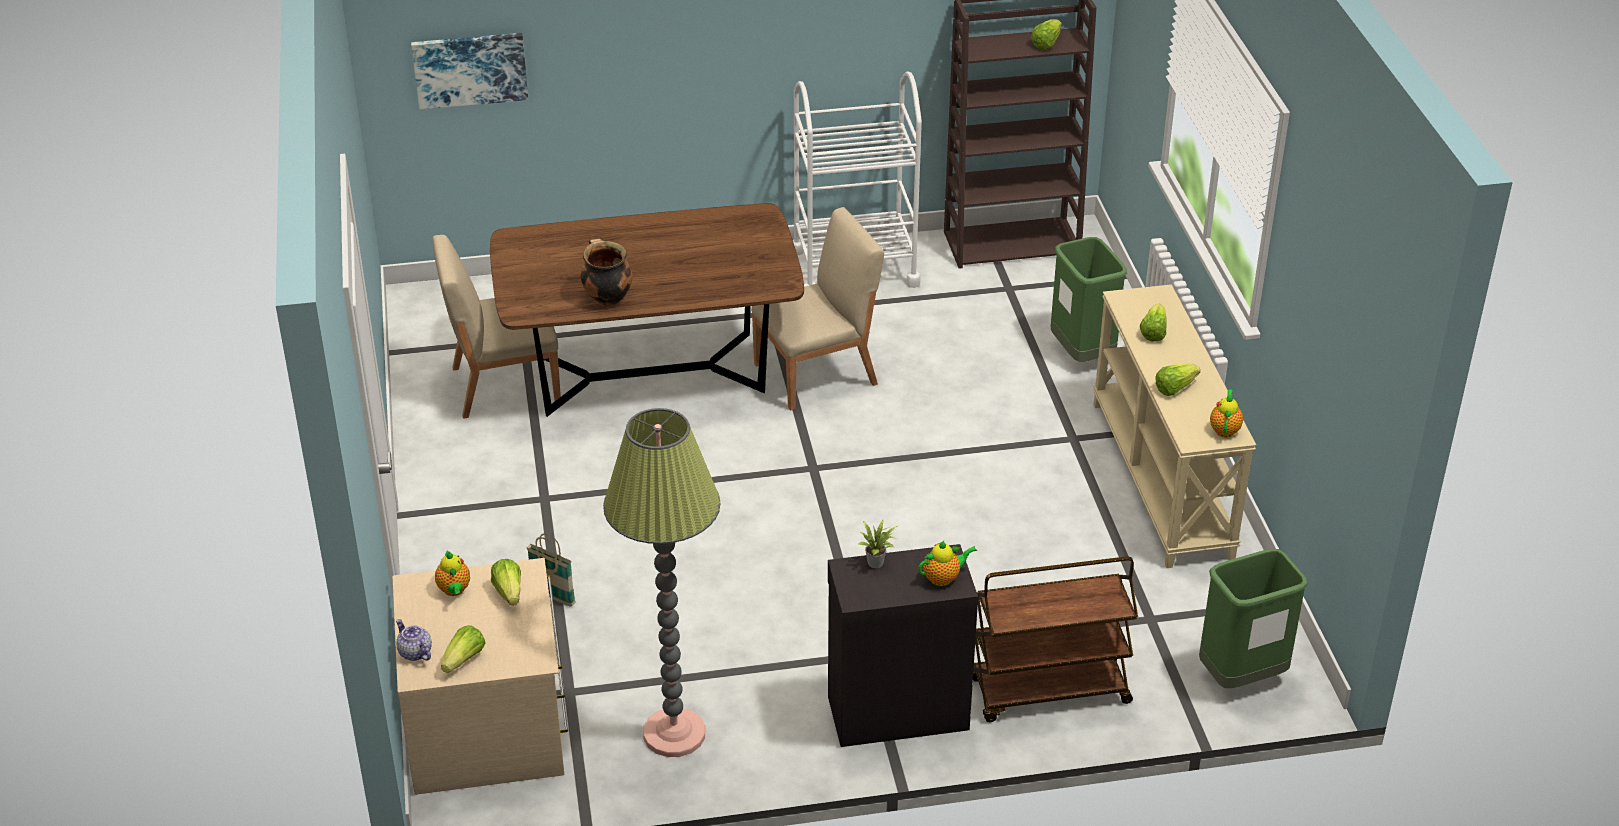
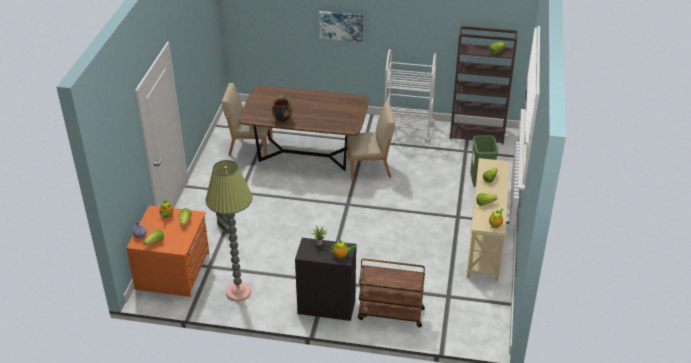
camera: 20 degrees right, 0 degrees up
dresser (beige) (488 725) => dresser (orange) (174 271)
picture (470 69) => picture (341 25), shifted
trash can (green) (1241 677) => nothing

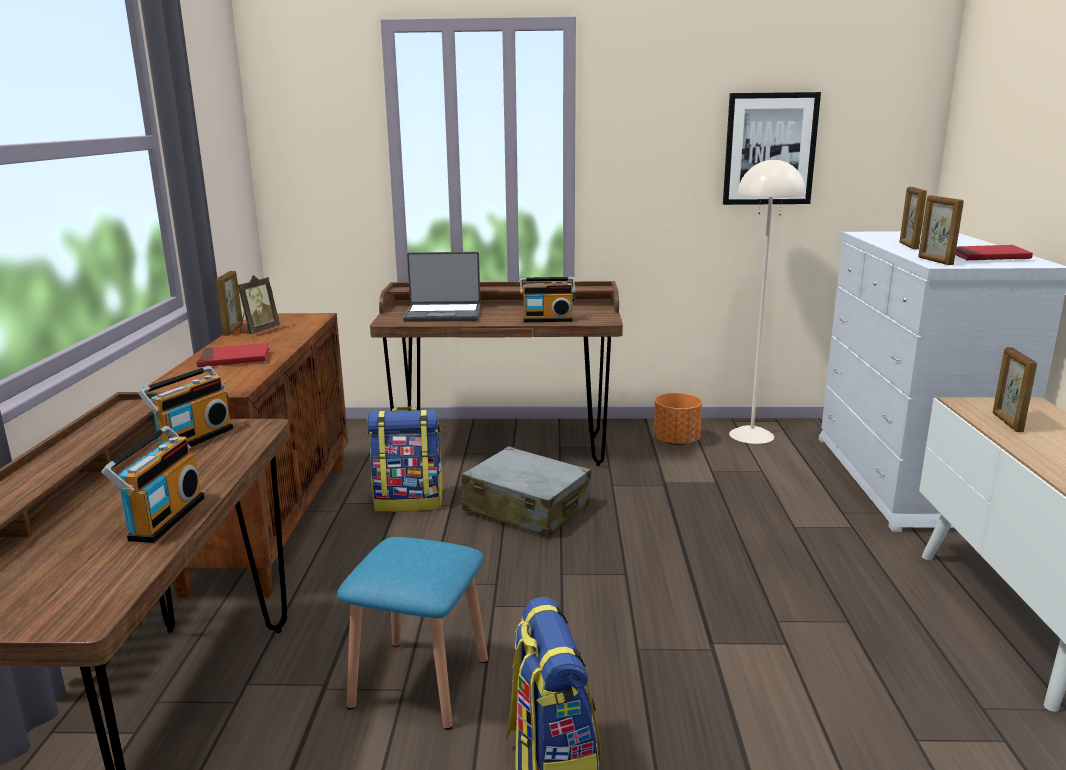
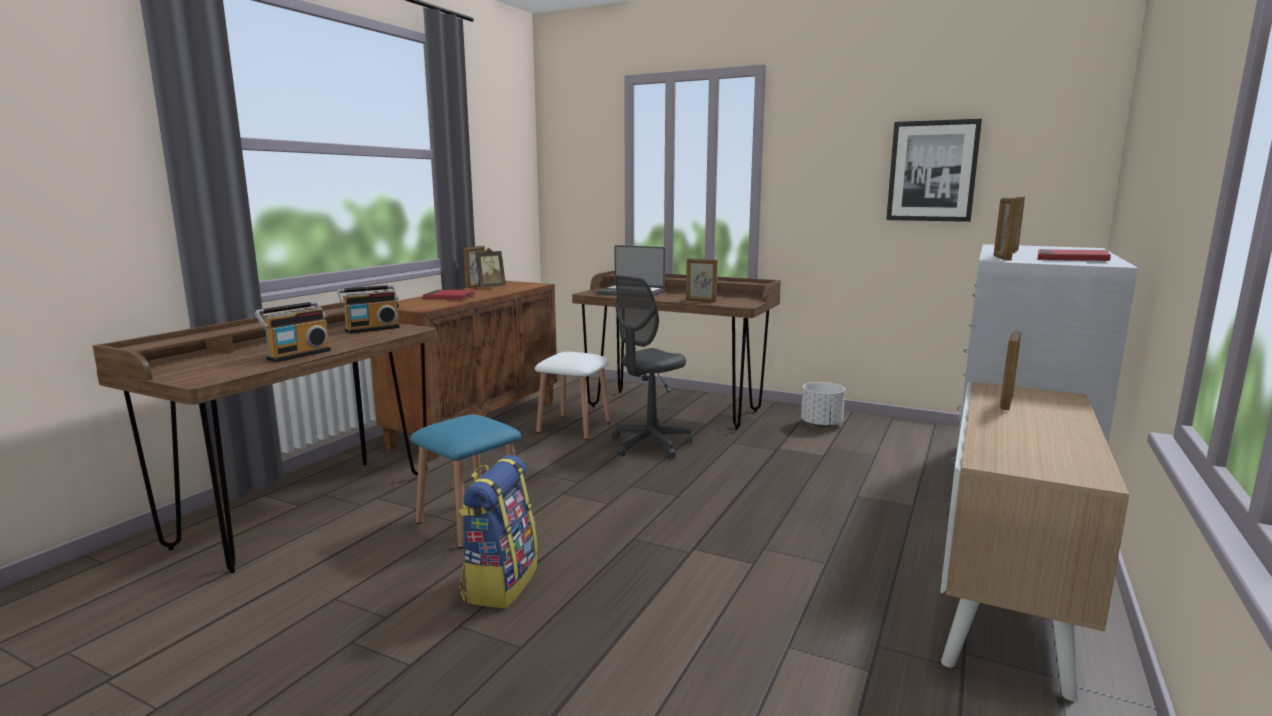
camera: 25 degrees right, 5 degrees down
backpack (409 501) => stool (white) (574 427)
suitcase (grey) (526 508) => office chair (grey) (650 445)
radio (547 319) => picture frame (700 301)
planter (orange) (676 441) => planter (white) (821 424)
floor lamp (beige) (752 435) => nothing

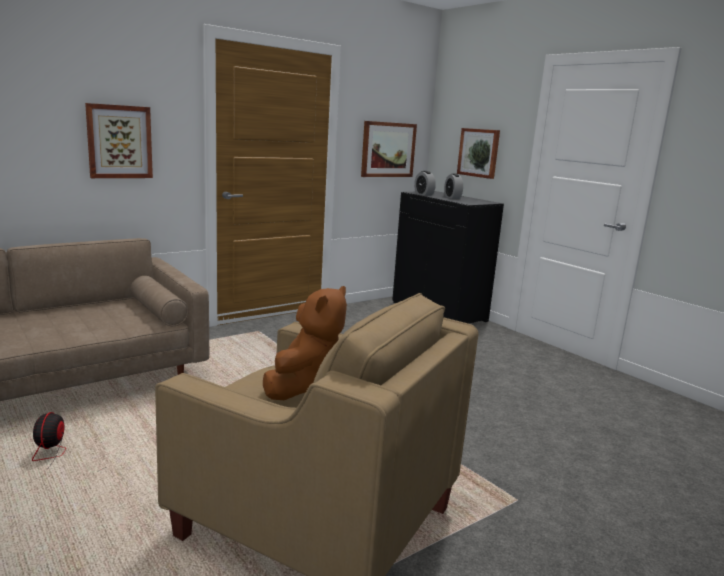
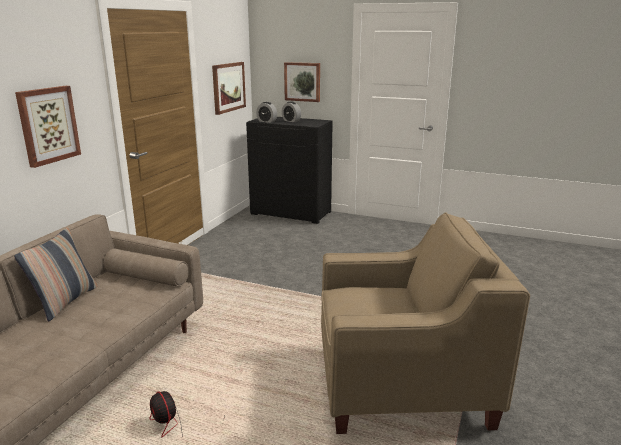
camera: 30 degrees left, 5 degrees up
nothing => pillow (65 302)
plush toy (brown) (305 387) => nothing

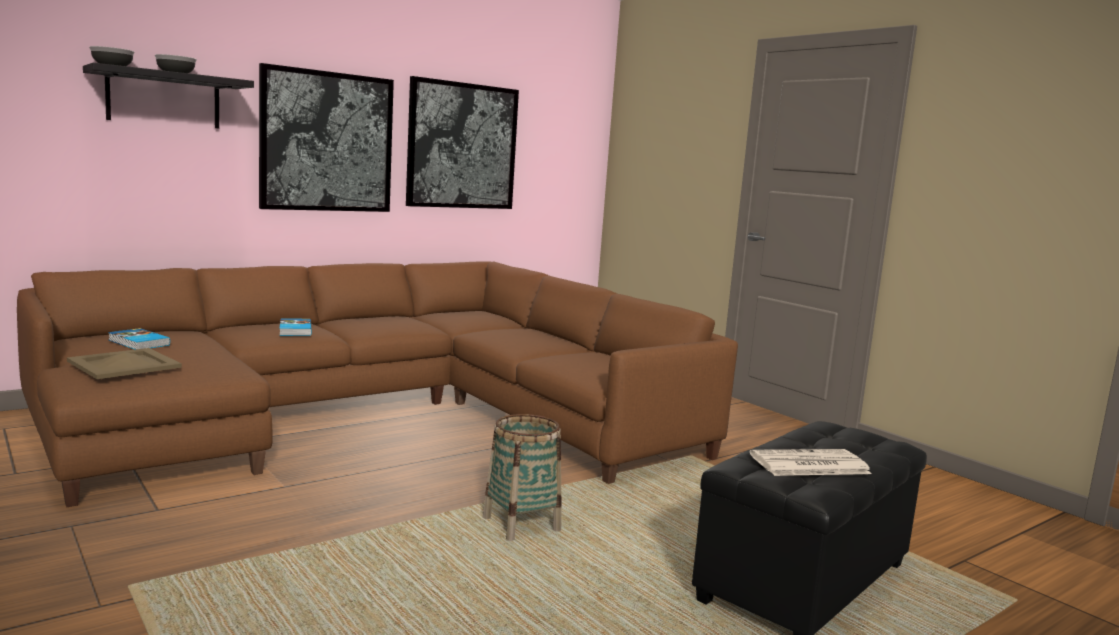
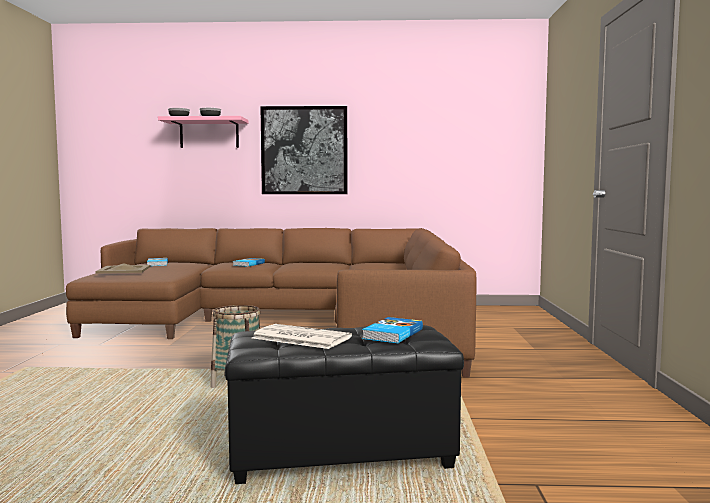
camera: 40 degrees right, 5 degrees down
shelf (black) (164 99) => shelf (pink) (209 134)
nothing => book (391 334)
picture (462 146) => nothing

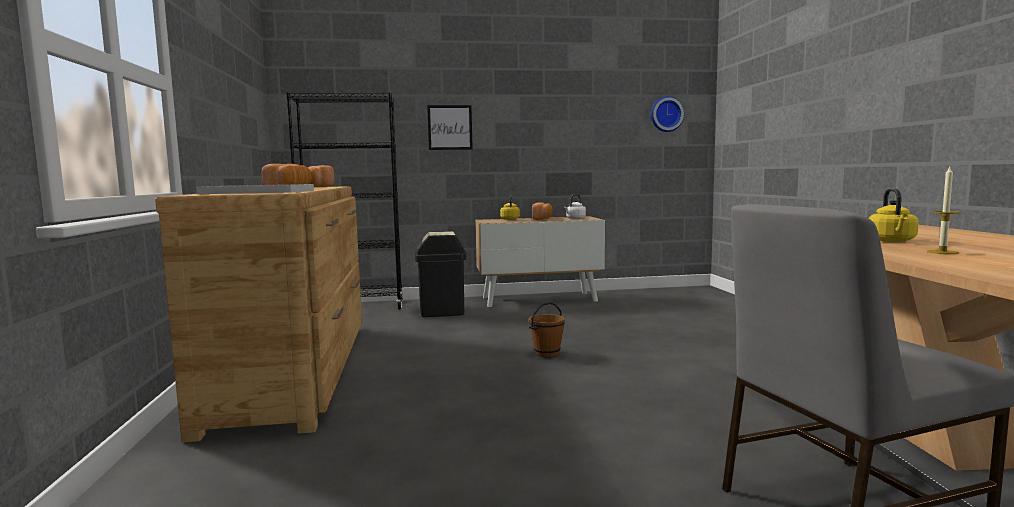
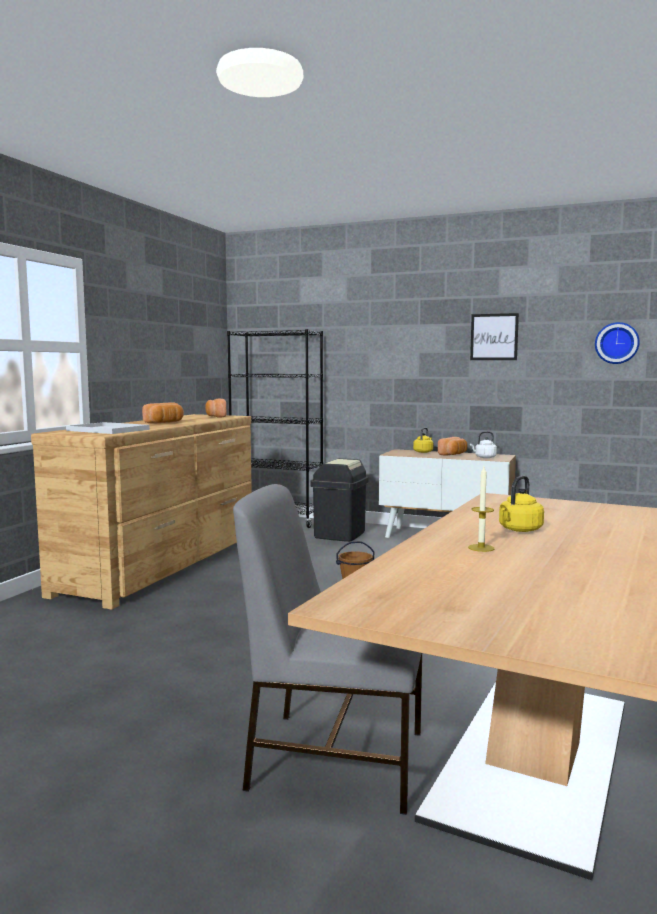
camera: 30 degrees right, 0 degrees up
picture (450 127) => picture (494 337), shifted

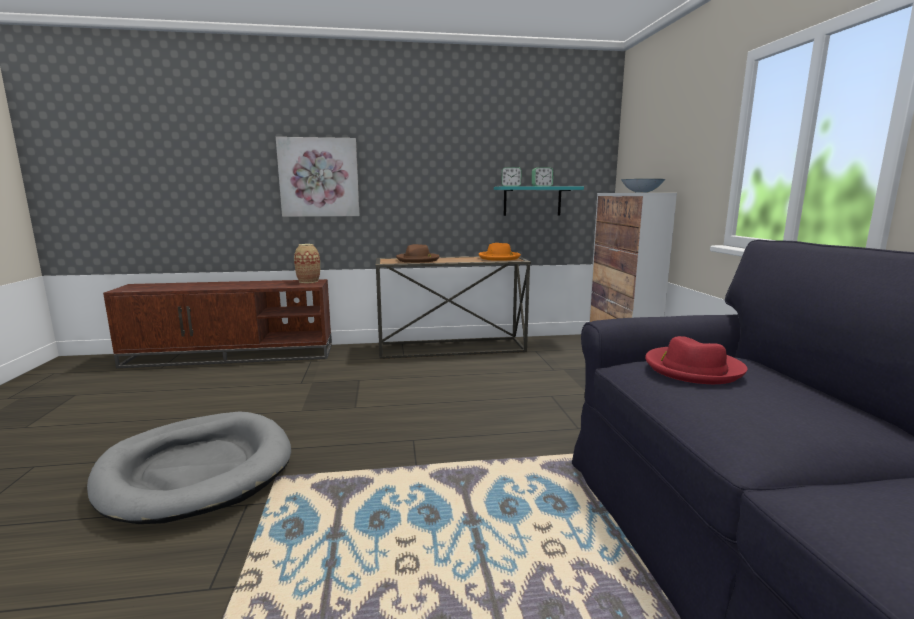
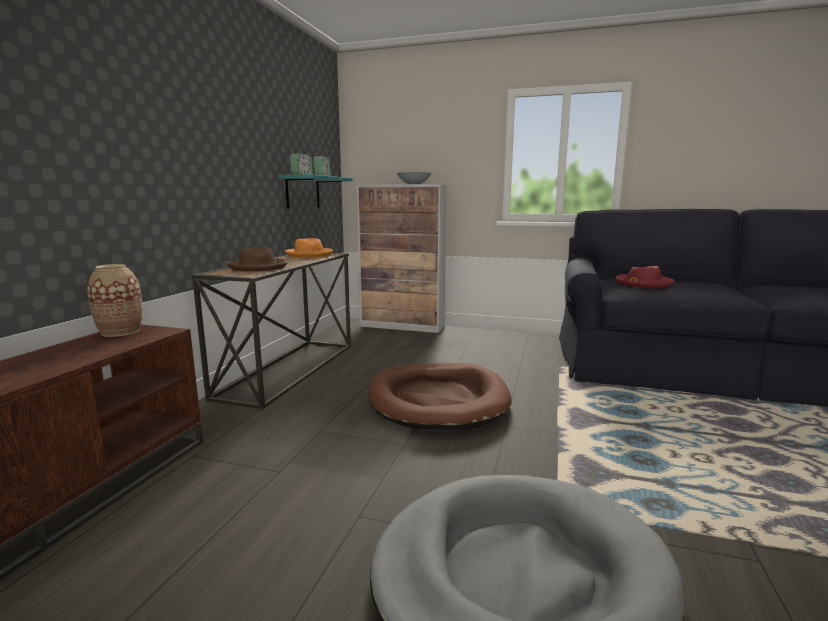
camera: 65 degrees left, 0 degrees up
nothing => dog bed (brown) (437 400)
picture (319 177) => nothing

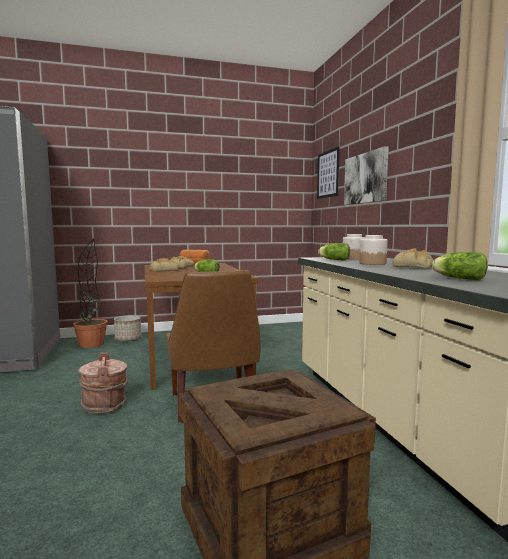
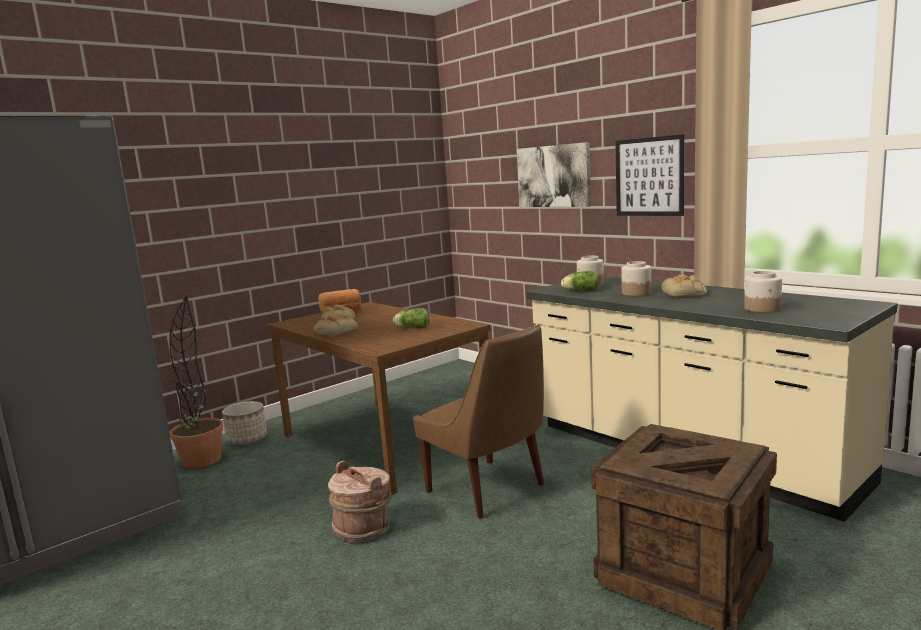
camera: 25 degrees left, 5 degrees up
picture (328 174) => picture (649 177), shifted
lettuce (458 278) => jar (762 308)

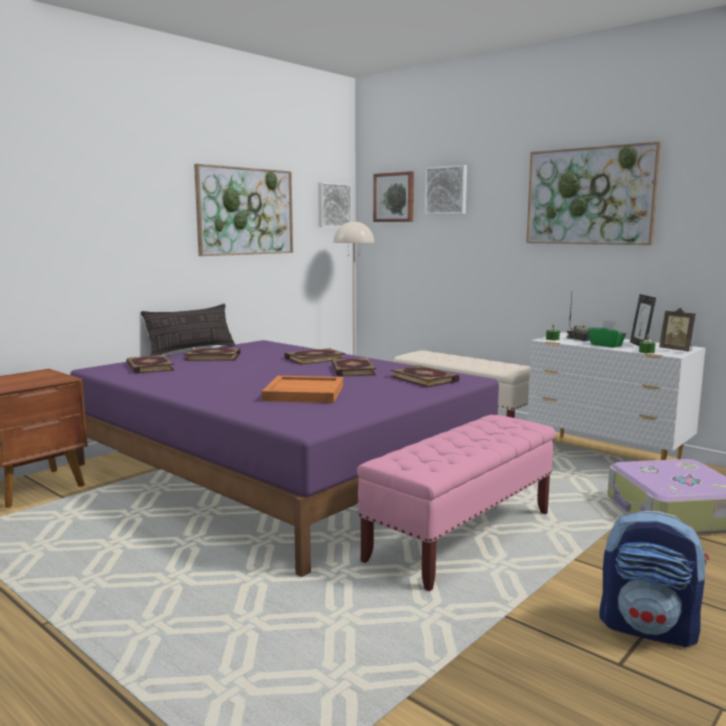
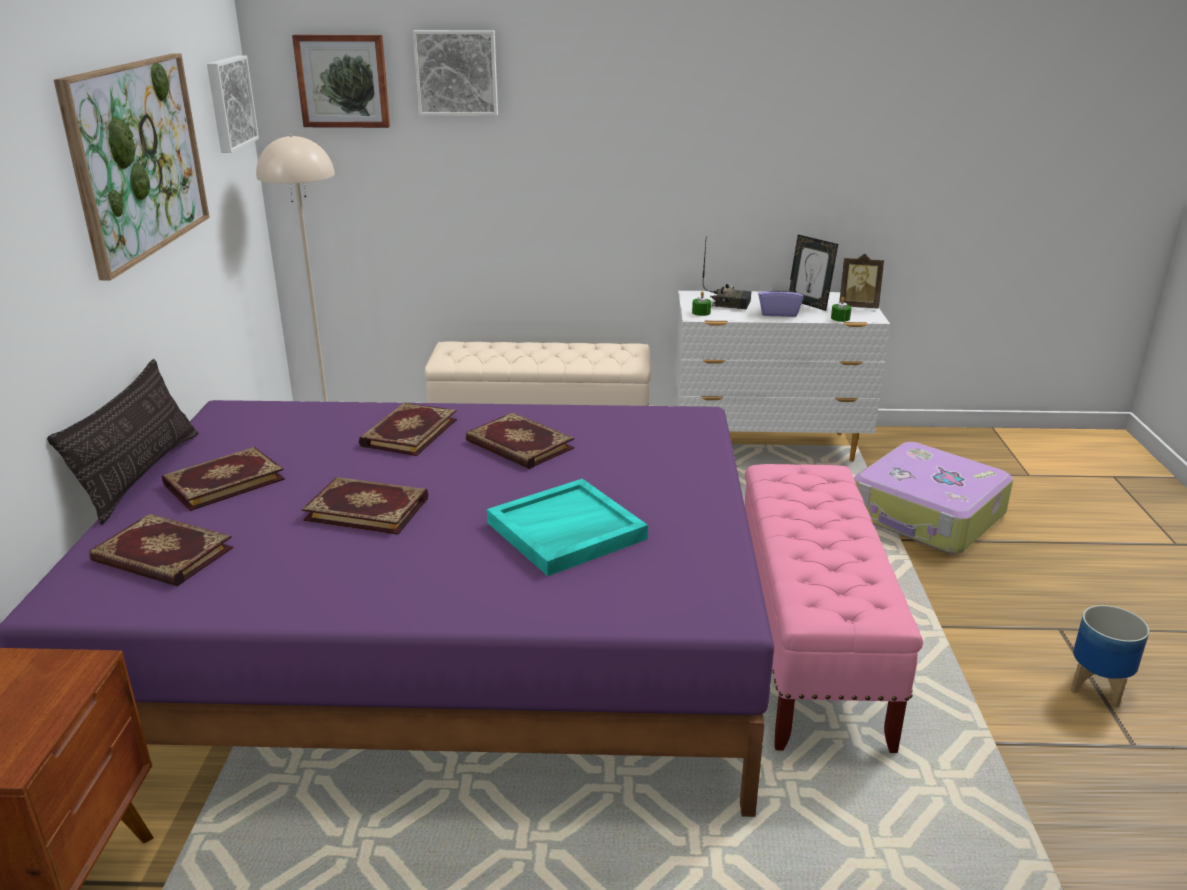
camera: 40 degrees left, 15 degrees up
book (425 379) => book (367 508), shifted
tray (orange) (303 393) => tray (turquoise) (566 532)
tissue box (green) (606 345) => tissue box (purple) (778 313)
backpack (649 628) => planter (1097 687)
picture (590 196) => nothing

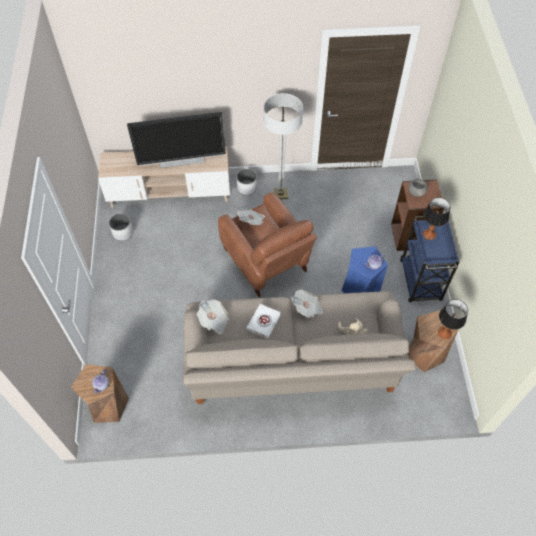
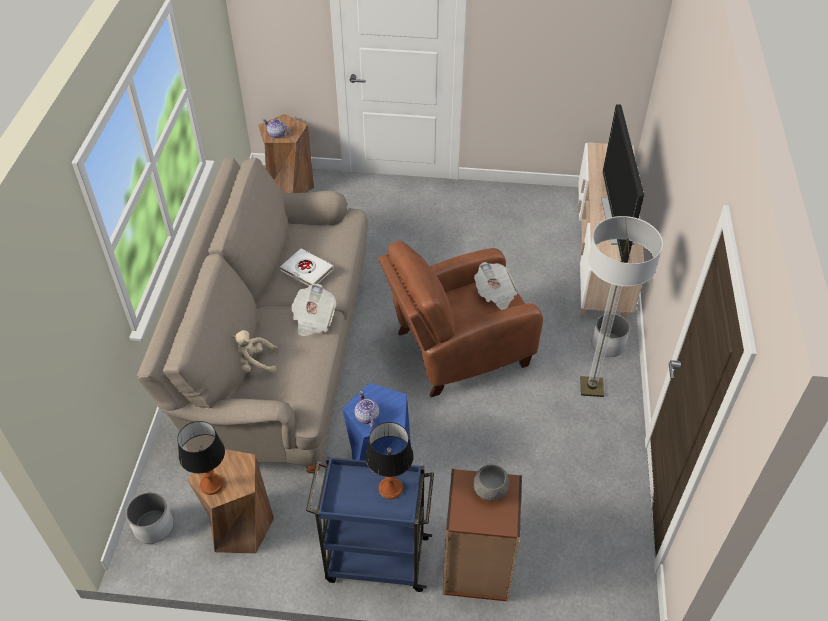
camera: 100 degrees right, 10 degrees down
planter (white) (122 232) => planter (white) (154 526), shifted
newspaper (214 321) => nothing

